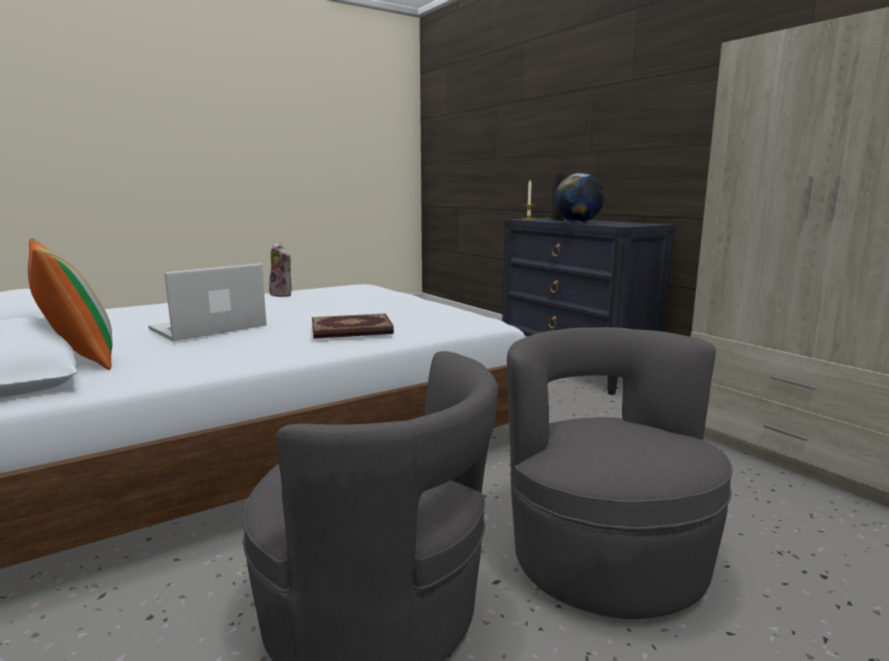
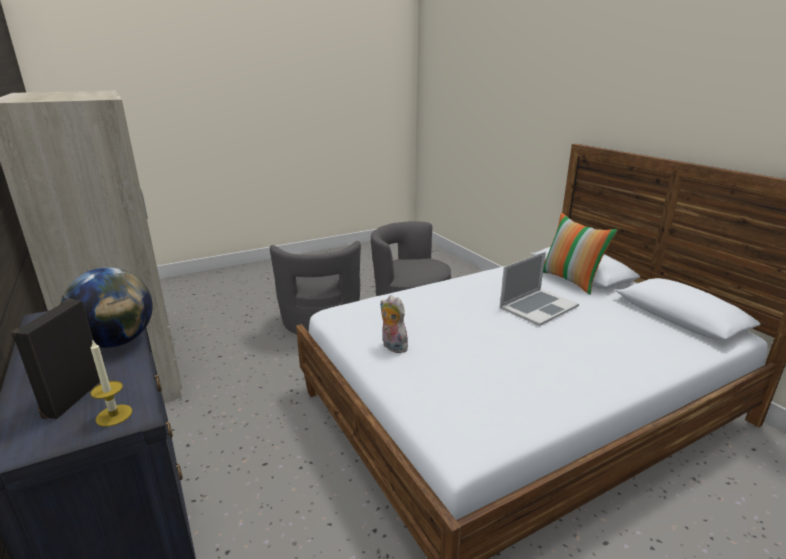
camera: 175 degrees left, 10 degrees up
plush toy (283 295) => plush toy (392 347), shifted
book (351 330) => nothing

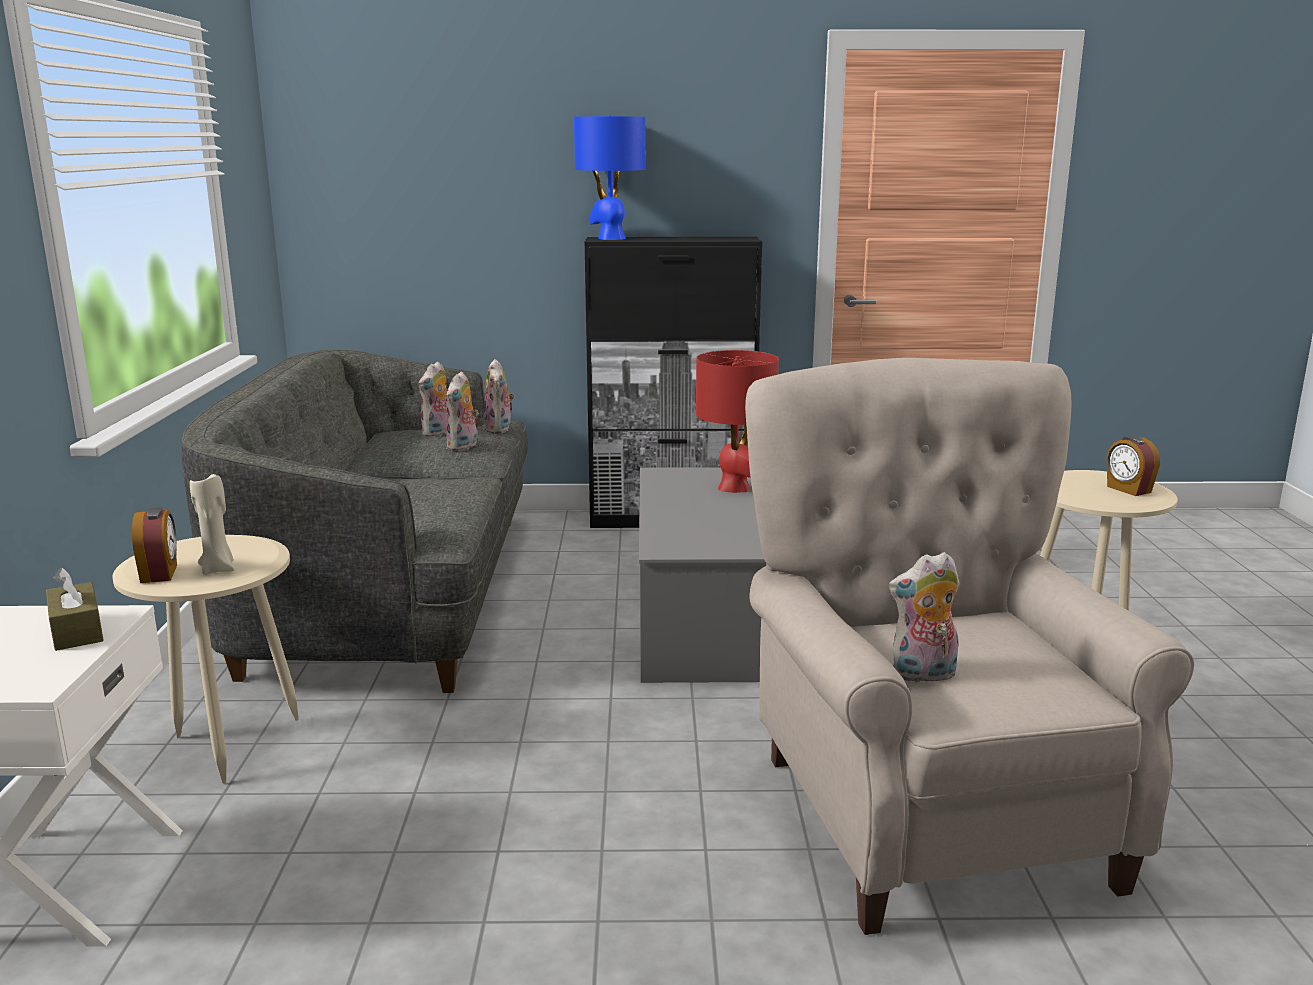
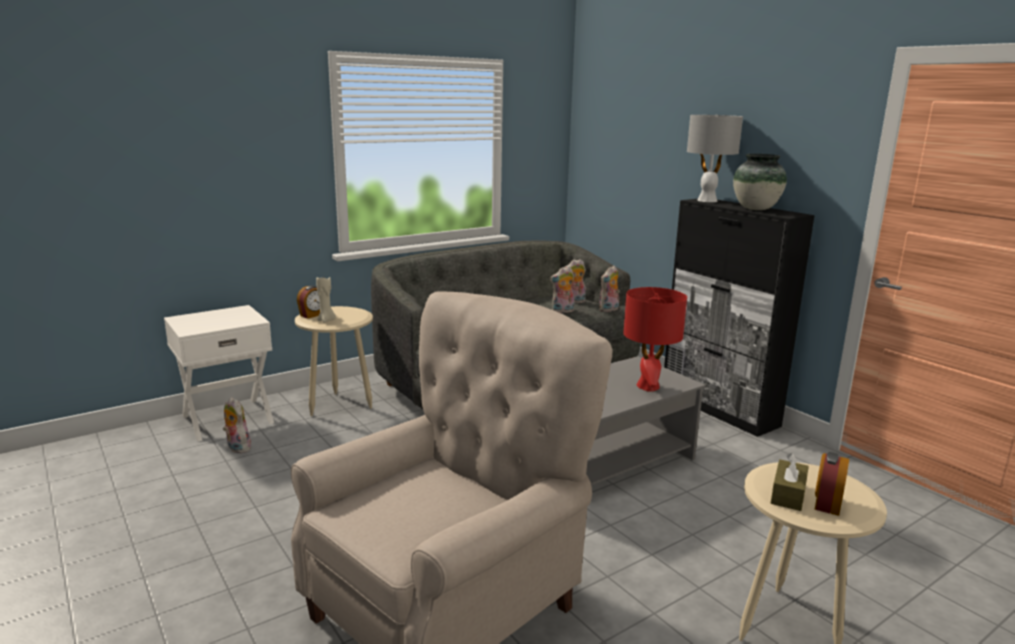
camera: 55 degrees right, 0 degrees up
plush toy (923 675) => plush toy (237 448), shifted
table lamp (blue) (611 238) => table lamp (grey) (707 200)
nothing => vase (756 209)
tissue box (brown) (77 631) => tissue box (brown) (788 494), shifted

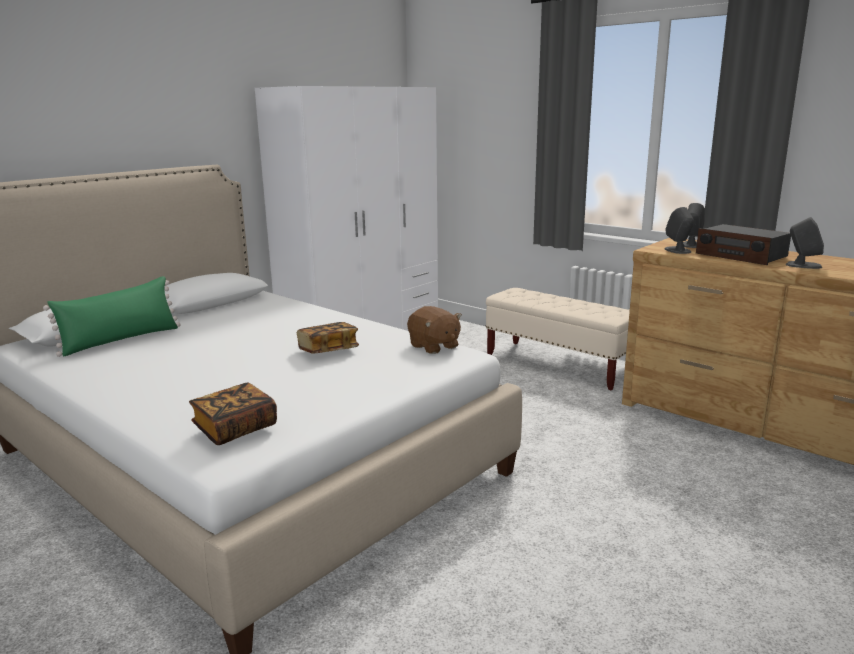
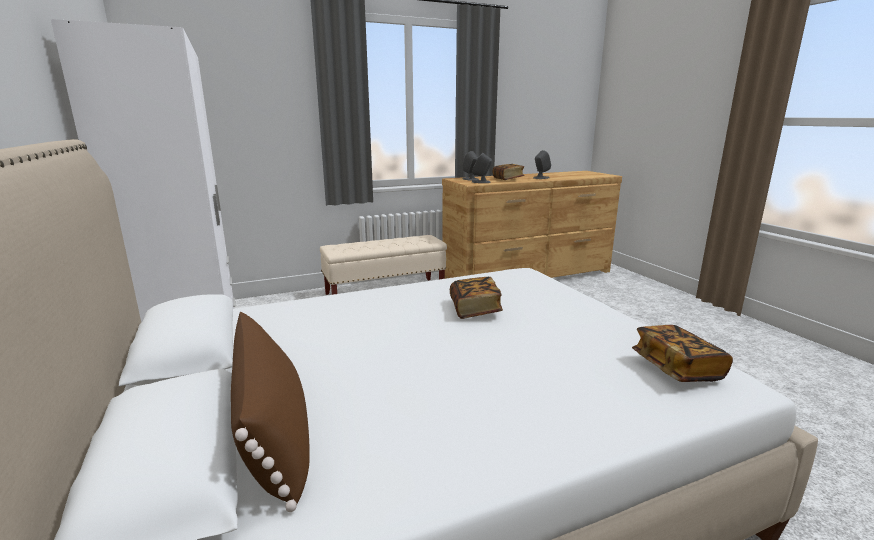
camera: 65 degrees left, 0 degrees up
pillow (green) (121 340) => pillow (brown) (274 434)
radio (741 255) => book (508 179)
plush toy (brown) (434 346) => nothing

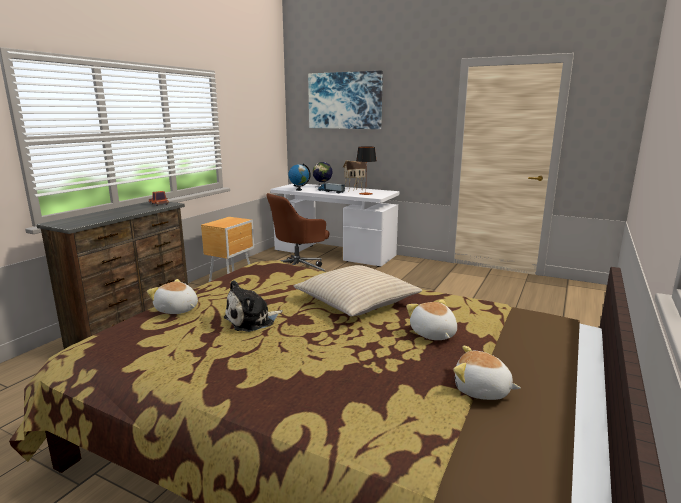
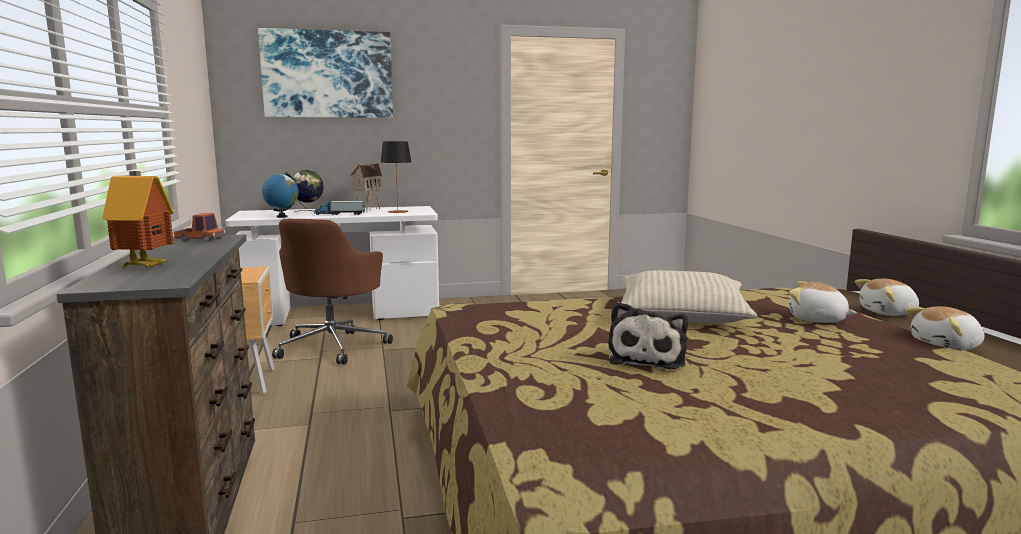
camera: 40 degrees left, 5 degrees down
nothing => toy house (146 266)
plush toy (176 310) => plush toy (888 313), shifted

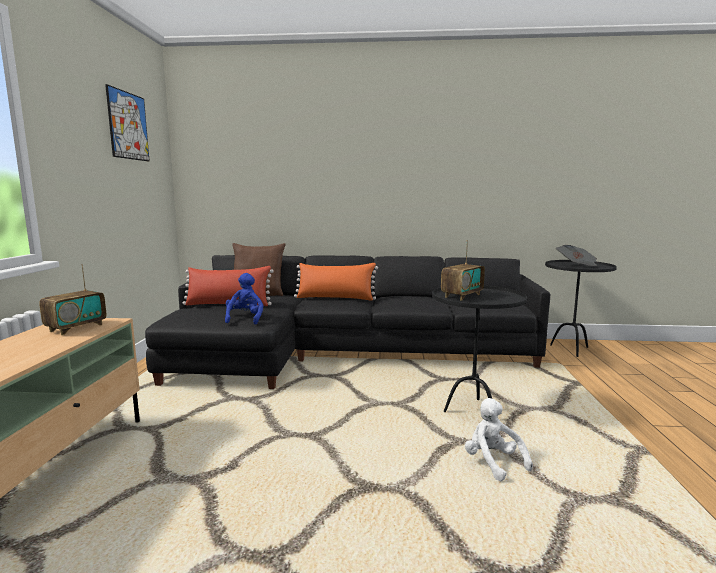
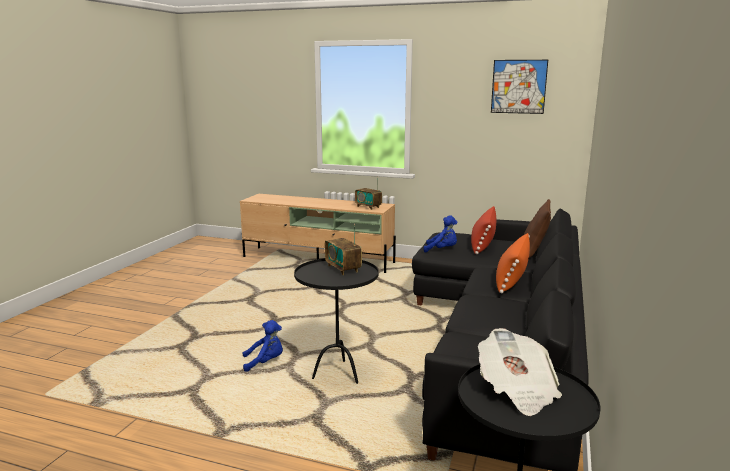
camera: 105 degrees right, 5 degrees up
plush toy (white) (493 462) => plush toy (blue) (265 362)

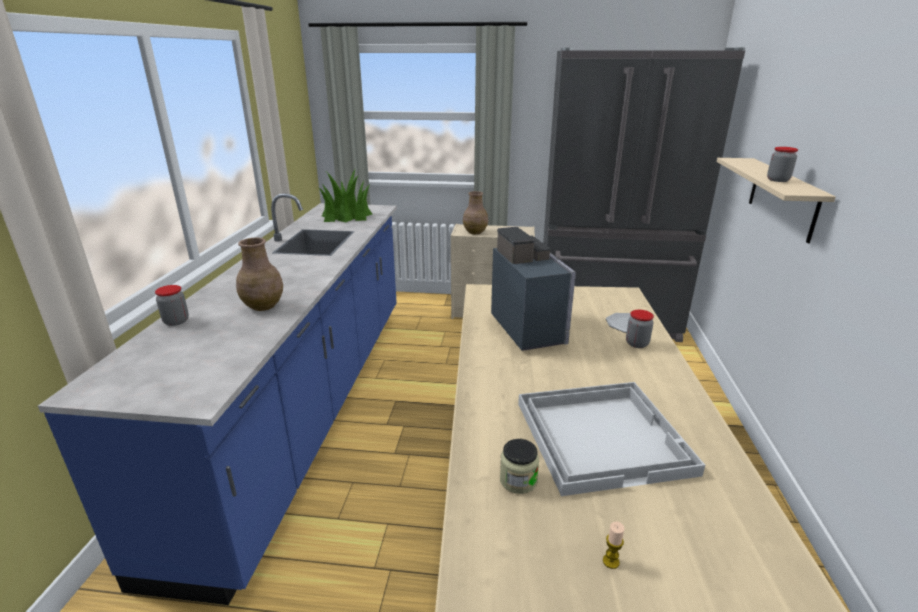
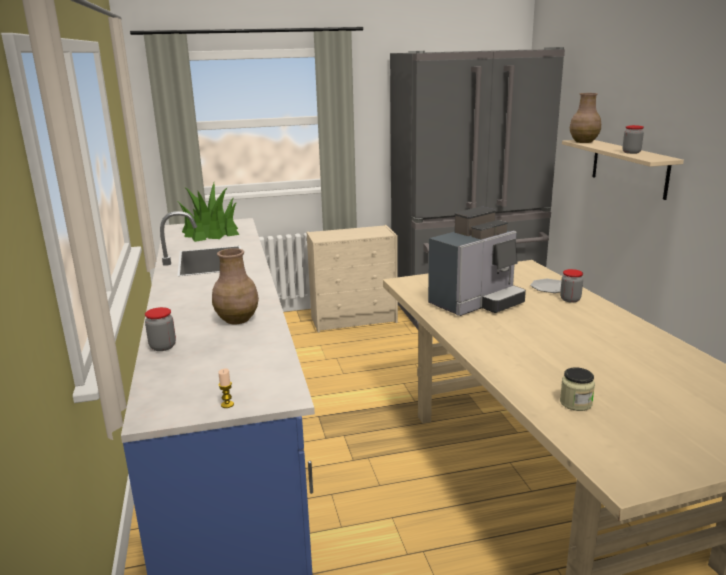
camera: 20 degrees left, 5 degrees down
candle (611 561) => candle (227 404), shifted
coffee machine (531 327) => coffee machine (476 303), 90 degrees clockwise
vase (brown) (475 232) => vase (brown) (583 141), shifted
tray (white) (602 435) => nothing

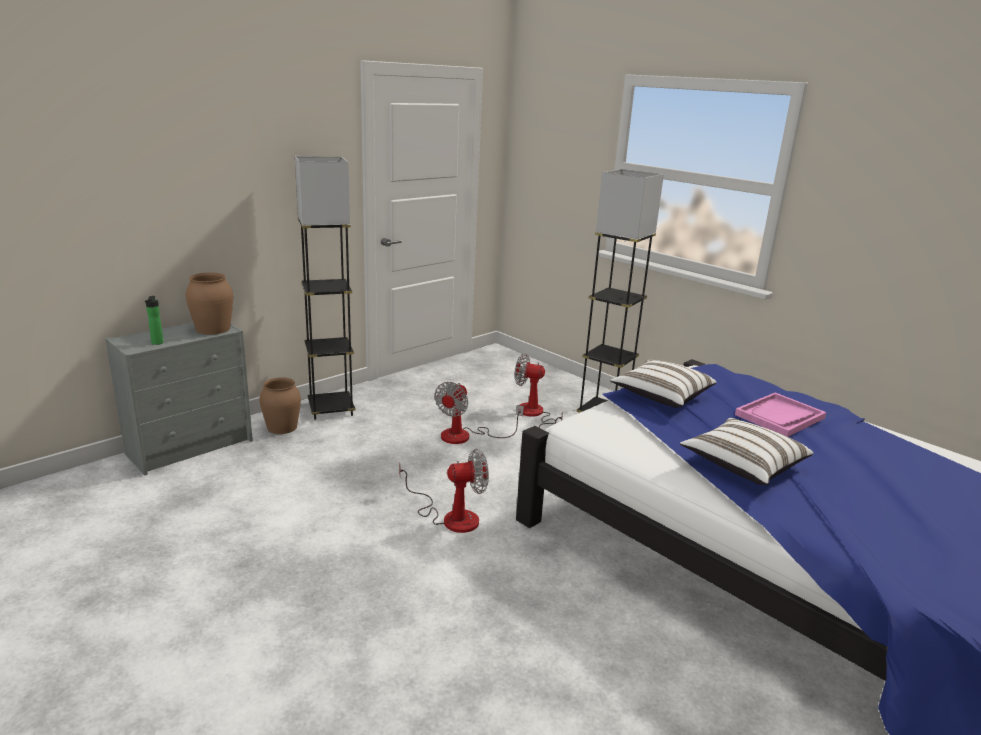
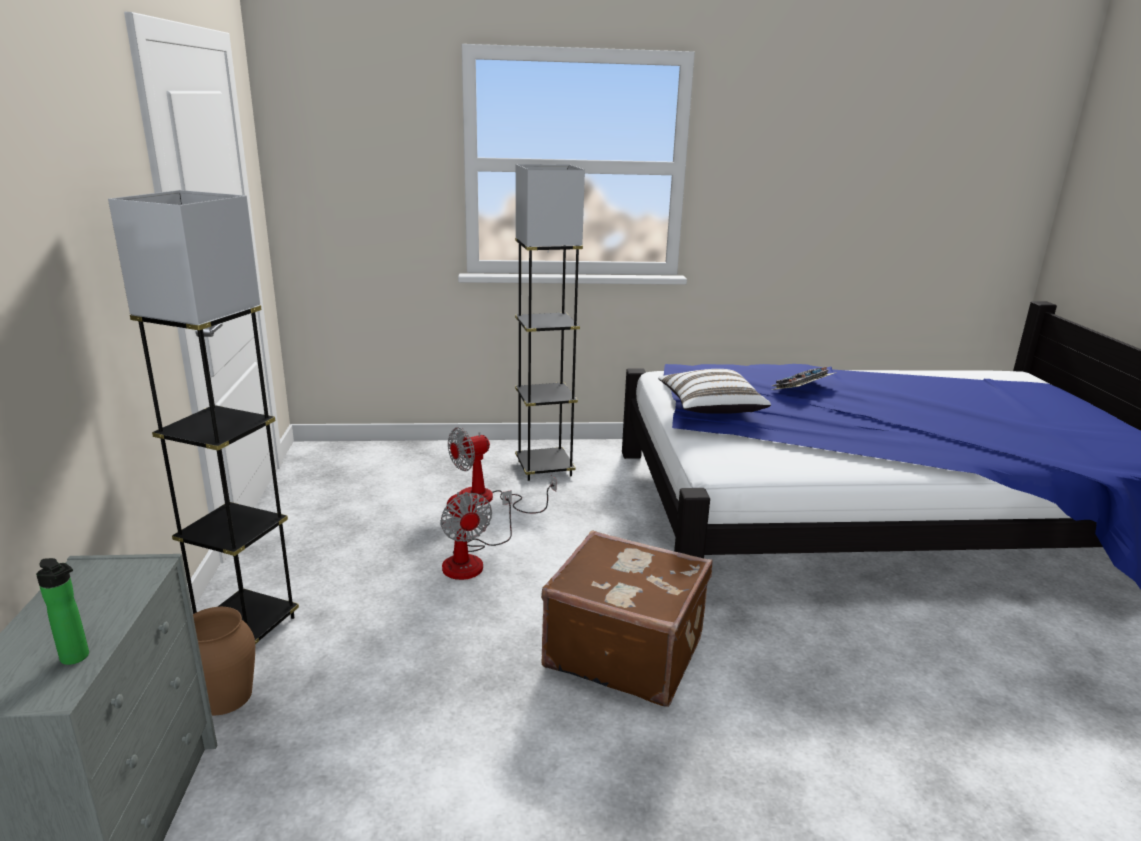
camera: 50 degrees left, 0 degrees up
fan (450 516) => suitcase (brown) (624 650)
tray (pink) (779 417) => keyboard (803 387)
vase (brown) (213 329) => nothing
pillow (white) (742 465) => nothing

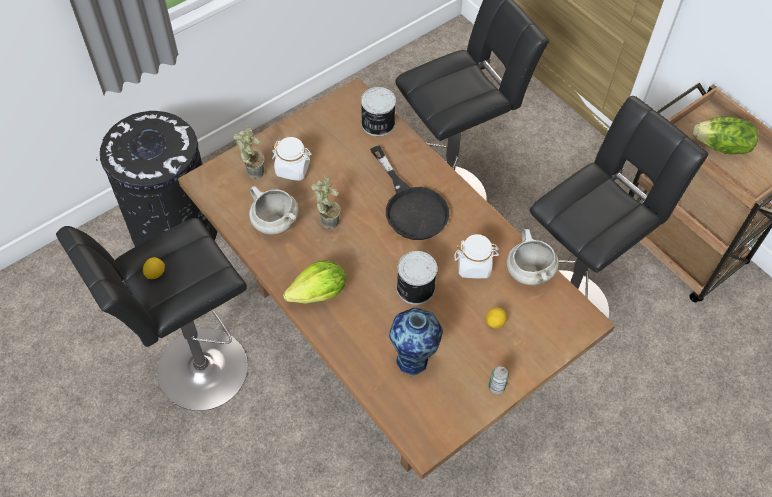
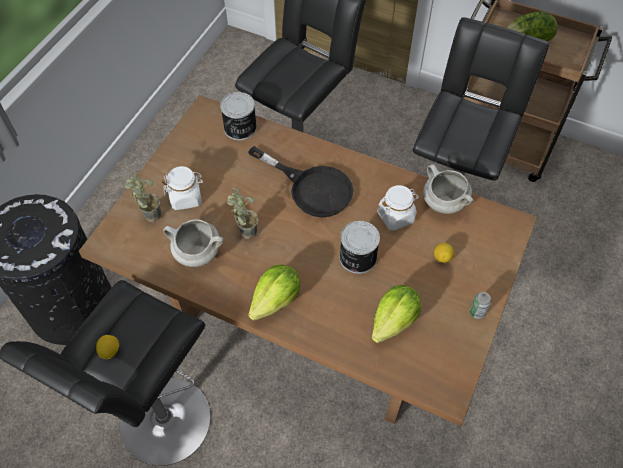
camera: 25 degrees left, 0 degrees up
vase (413 359) => lettuce (394 321)

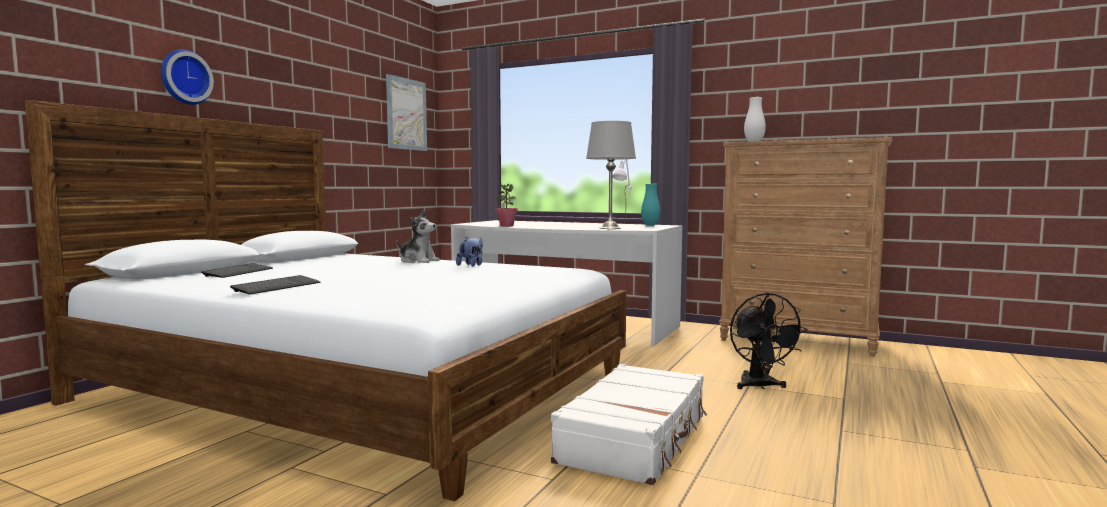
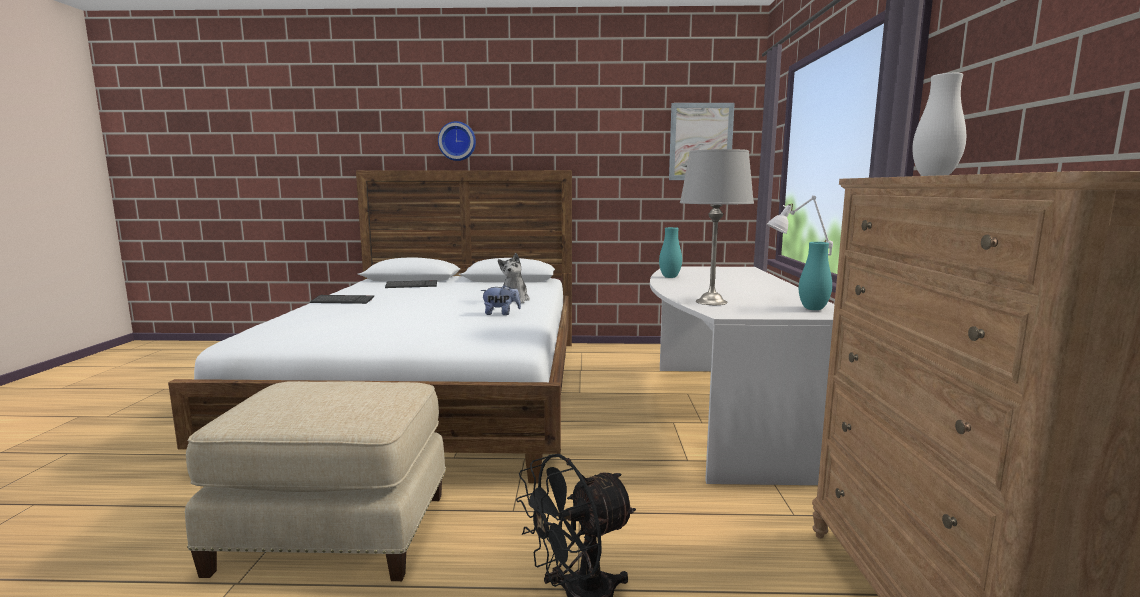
camera: 65 degrees right, 5 degrees up
suitcase (white) (635 439) => ottoman (beige) (336 530)
potted plant (506 226) => vase (turquoise) (670 277)

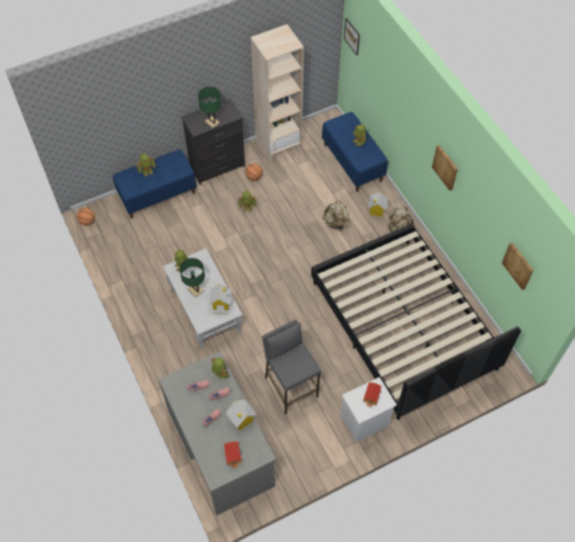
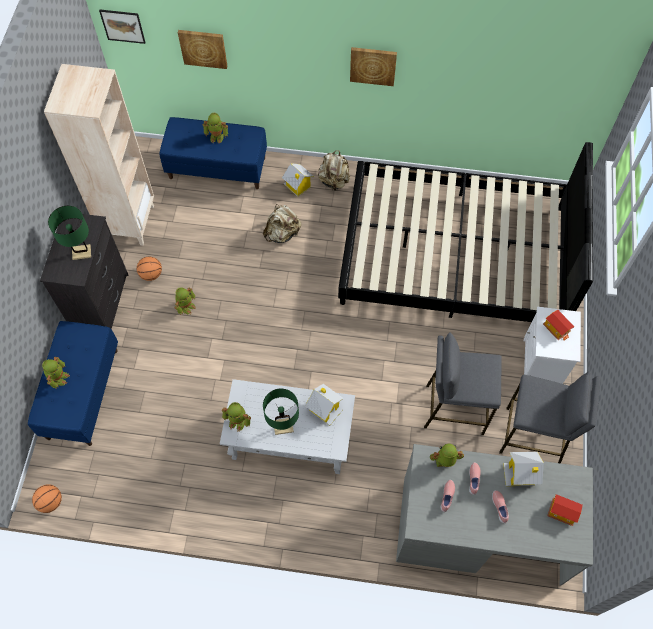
camera: 55 degrees left, 5 degrees up
picture (518 265) => picture (203 48), shifted
nothing => stool (grey) (532 437)

